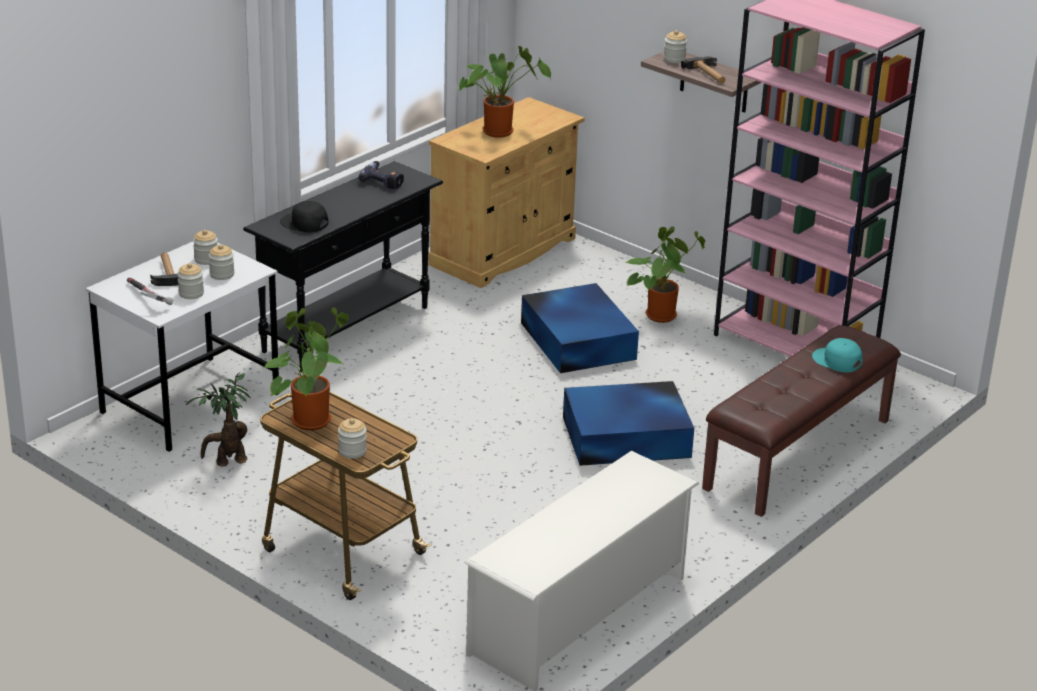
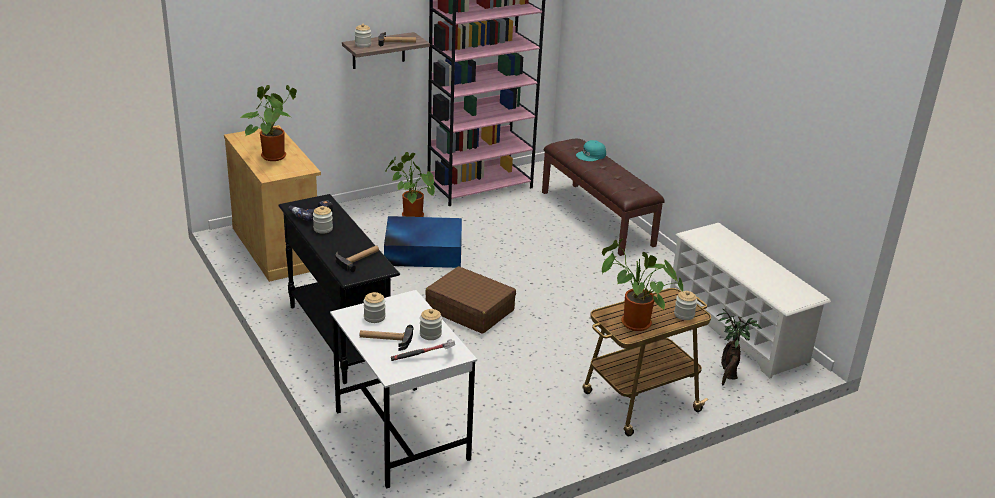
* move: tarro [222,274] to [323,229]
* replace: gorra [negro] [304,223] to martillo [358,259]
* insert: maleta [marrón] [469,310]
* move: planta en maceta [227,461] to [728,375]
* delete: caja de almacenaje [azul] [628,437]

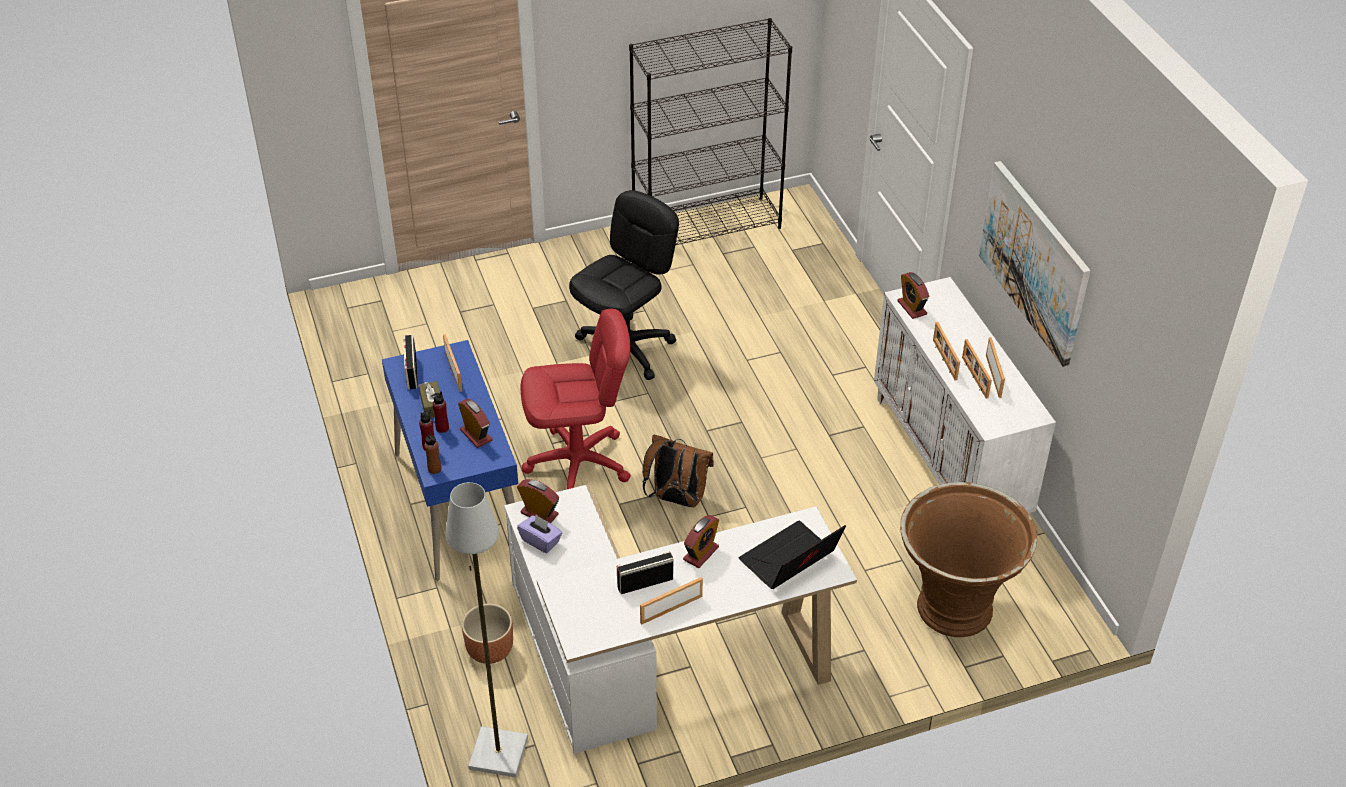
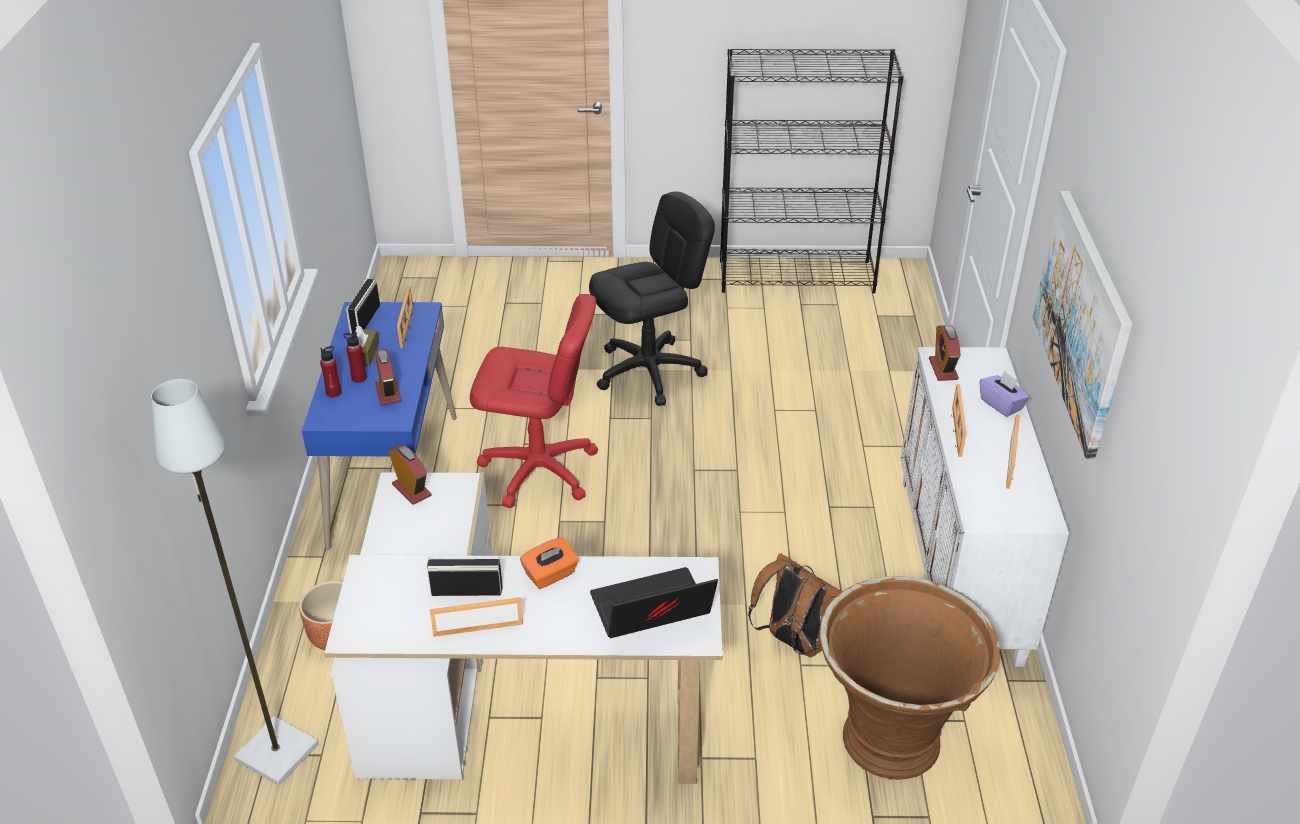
* replace: despertador [701,553] to caja de pañuelos [naranja] [550,575]
* move: mochila [marrón] [676,499] to [794,641]
* move: caja de pañuelos [morado] [540,541] to [1001,404]
* delete: botella [marrón] [434,469]
* delete: portarretratos [974,377]

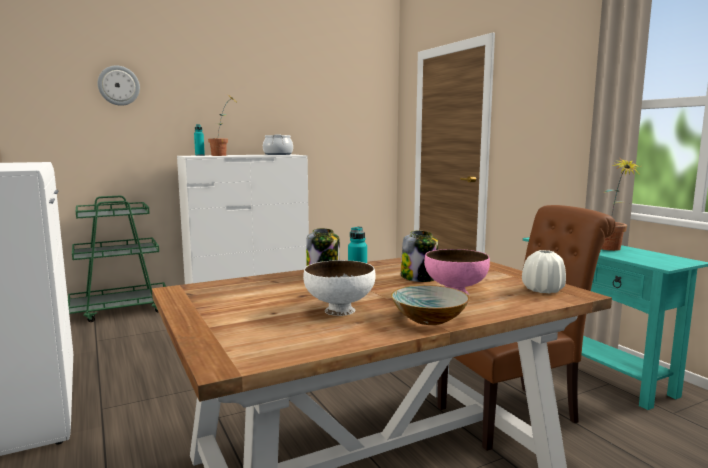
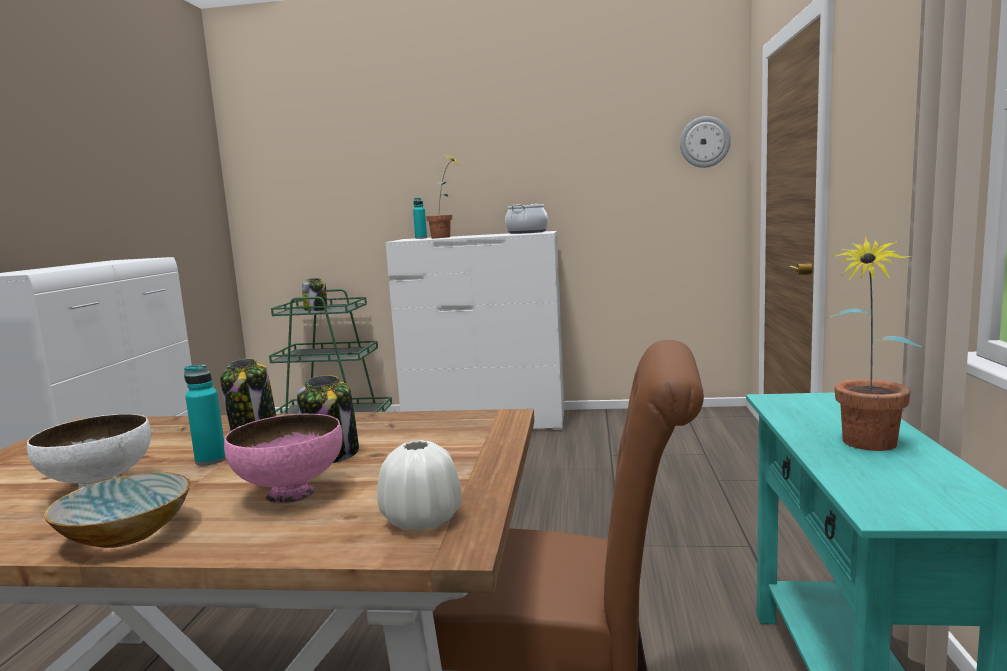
* insert: tarro [316,309]
* move: reloj de pared [118,85] to [704,142]

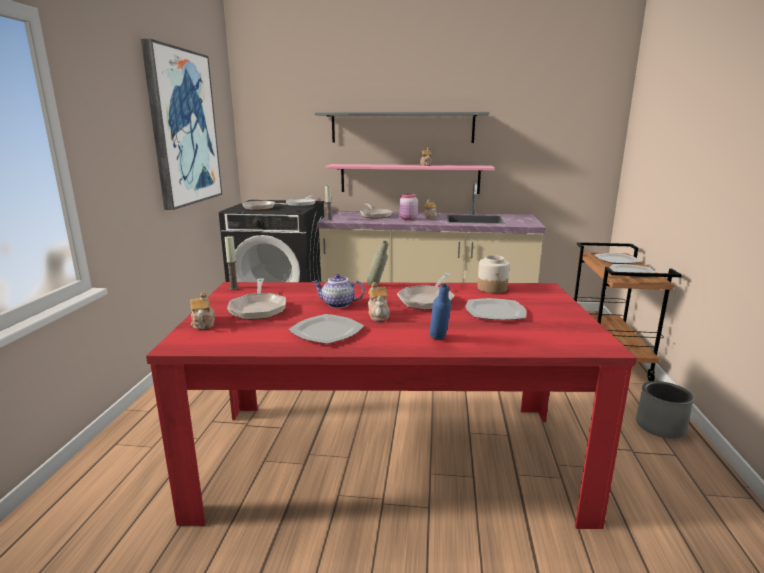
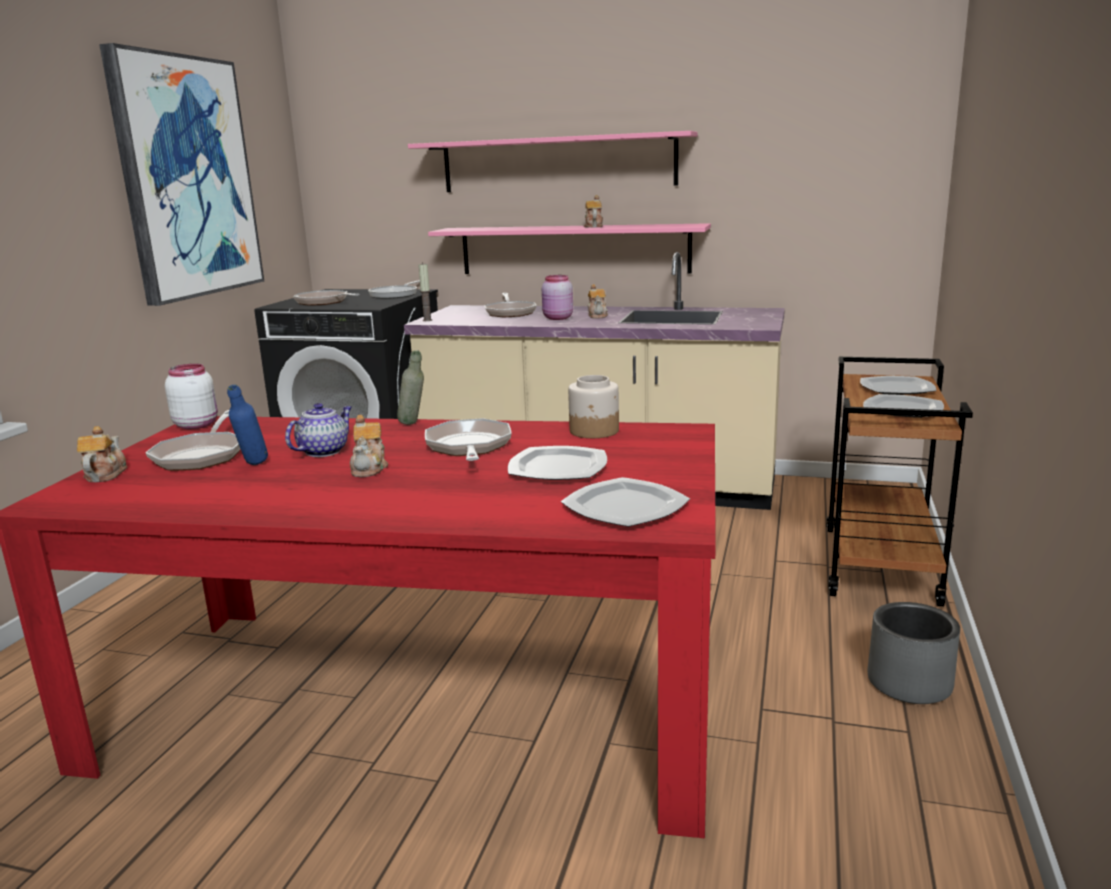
* replace: vela [233,288] to tarro [blanco] [196,425]
* move: botella [azul] [439,341] to [253,466]
* rotate: tetera [337,304] = [324,451] 105 degrees clockwise
* recolor: estante [gris] [402,127] to estante [rosa] [557,163]
* rotate: sartén [427,300] = [469,447] 135 degrees clockwise
* move: plato [326,332] to [625,507]

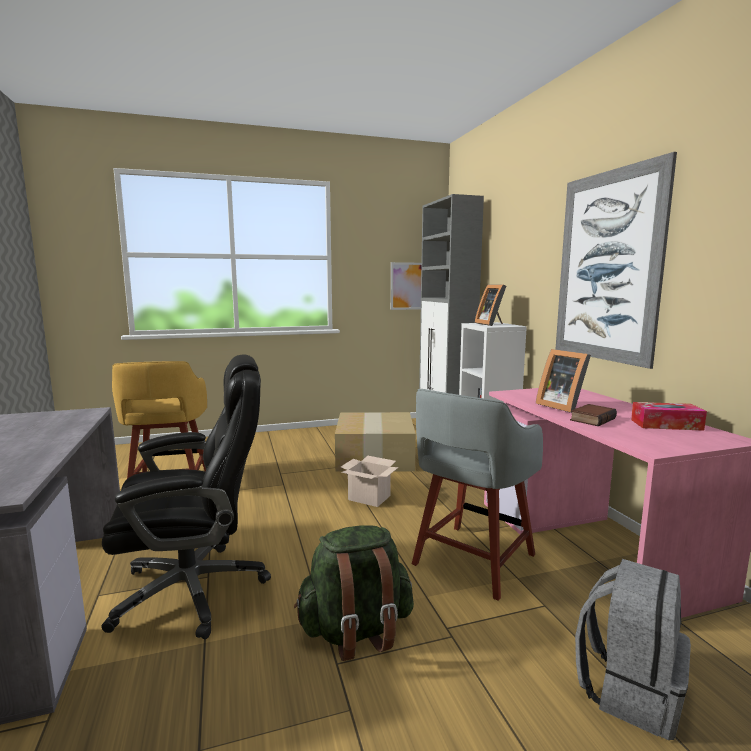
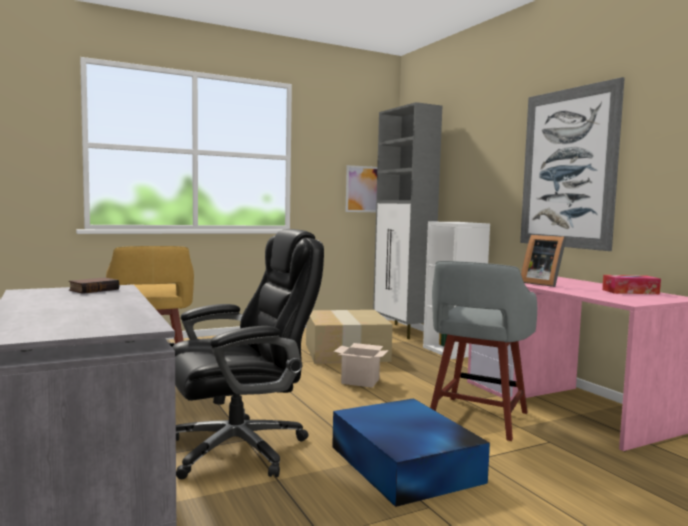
* move: libro [591,419] to [94,289]
* replace: mochila [verde] [356,631] to caja de almacenaje [azul] [405,465]
* delete: portarretratos [491,324]
* delete: mochila [gris] [628,690]

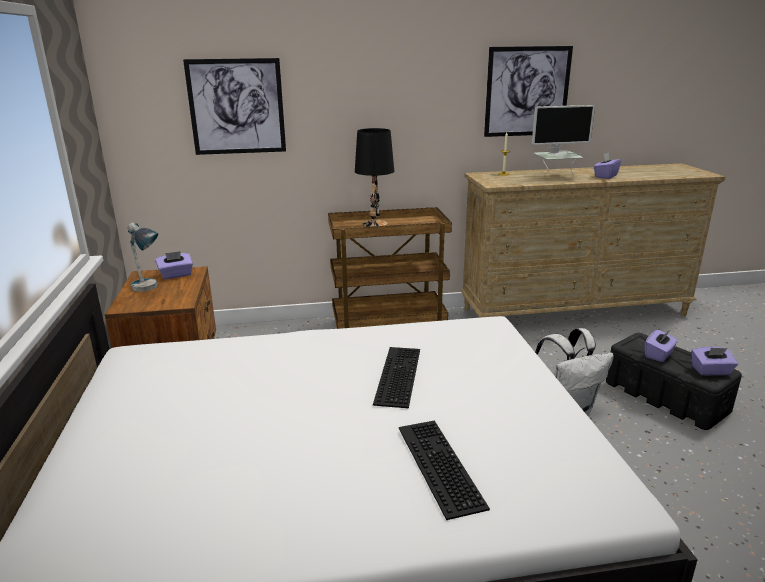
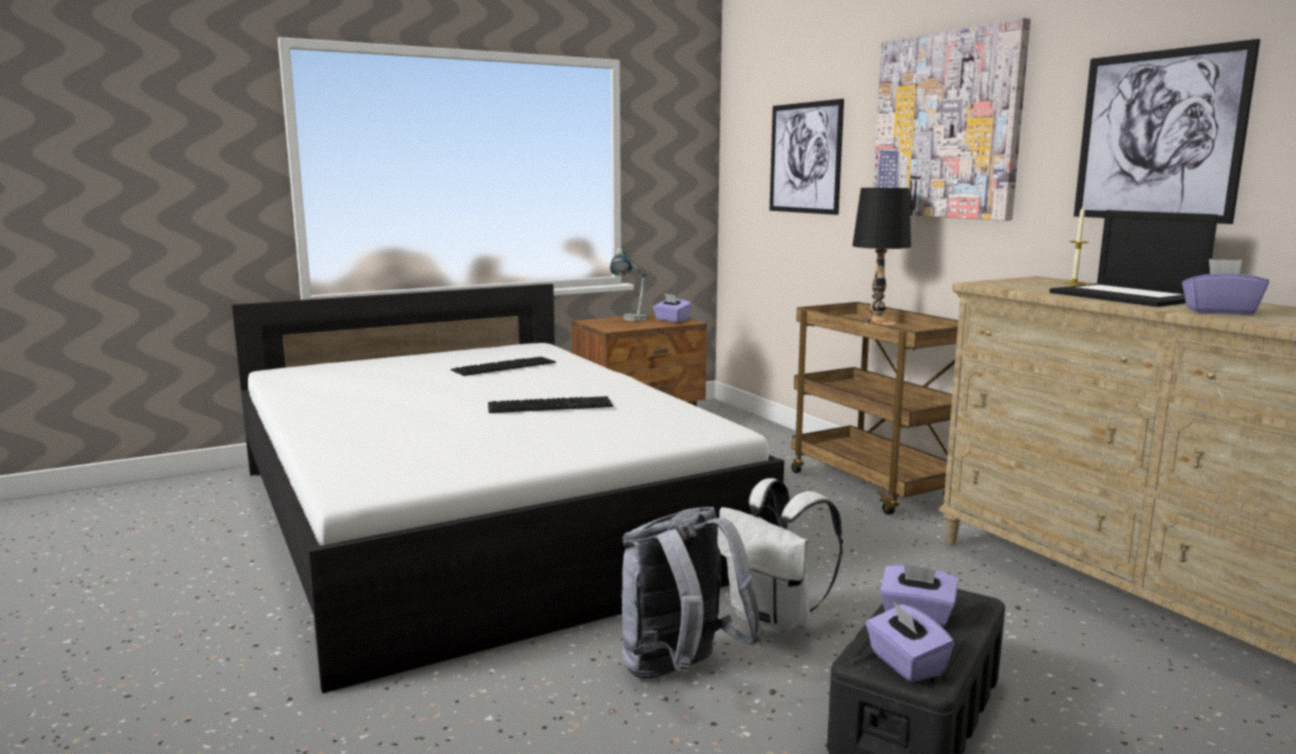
* move: teclado [436,465] to [504,366]
* insert: mochila [gris] [681,672]
* insert: cuadro [946,126]
* replace: monitor [555,176] to portátil [1128,296]

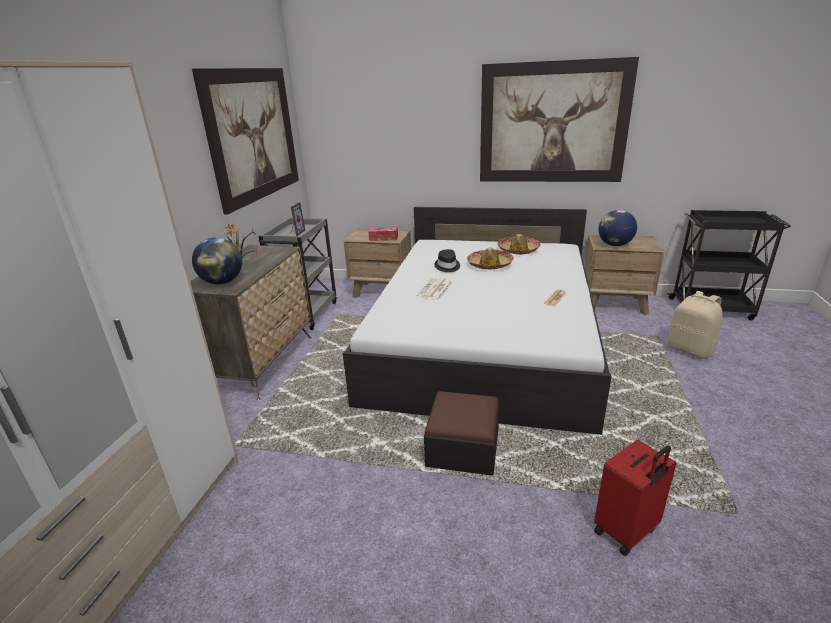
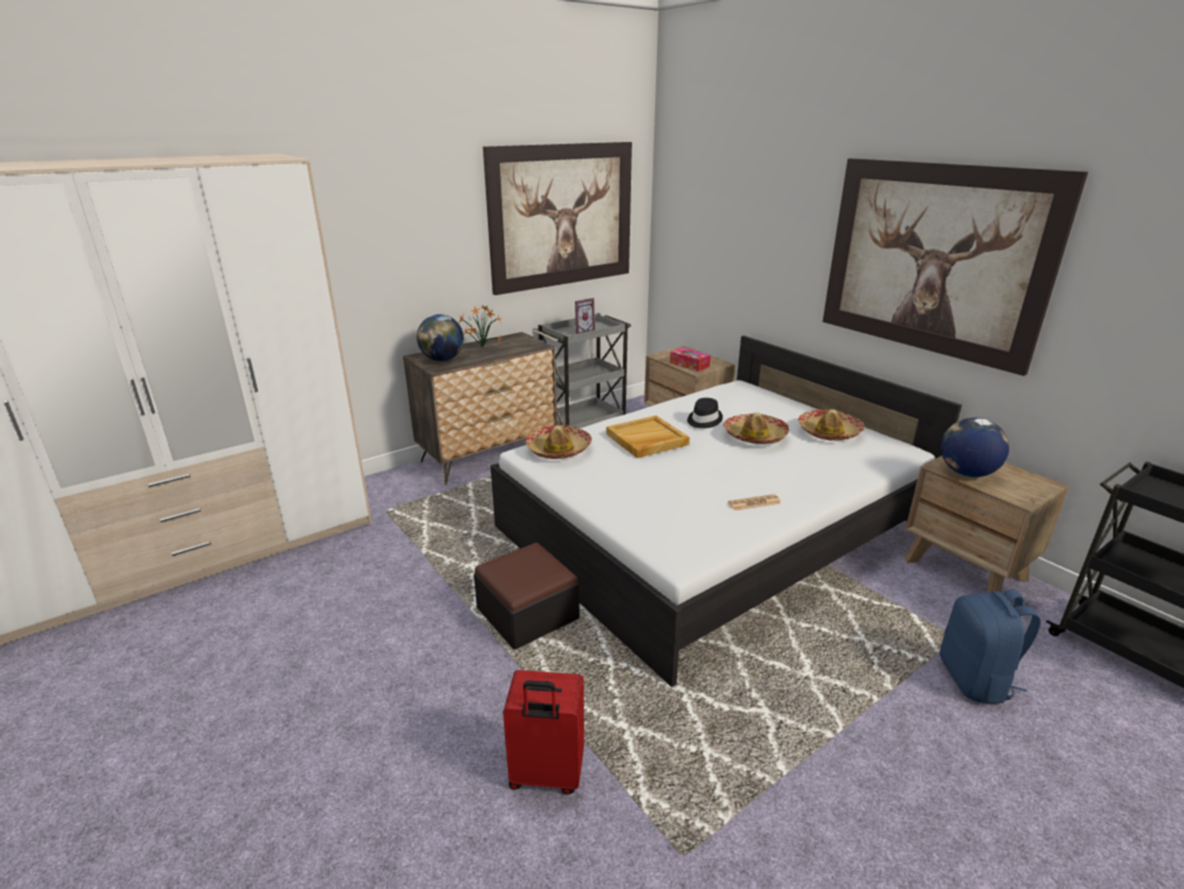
* insert: sombrero [558,449]
* replace: periódico [435,289] to bandeja [beis] [646,439]
* recolor: mochila [beis] [690,350] to mochila [azul] [975,680]

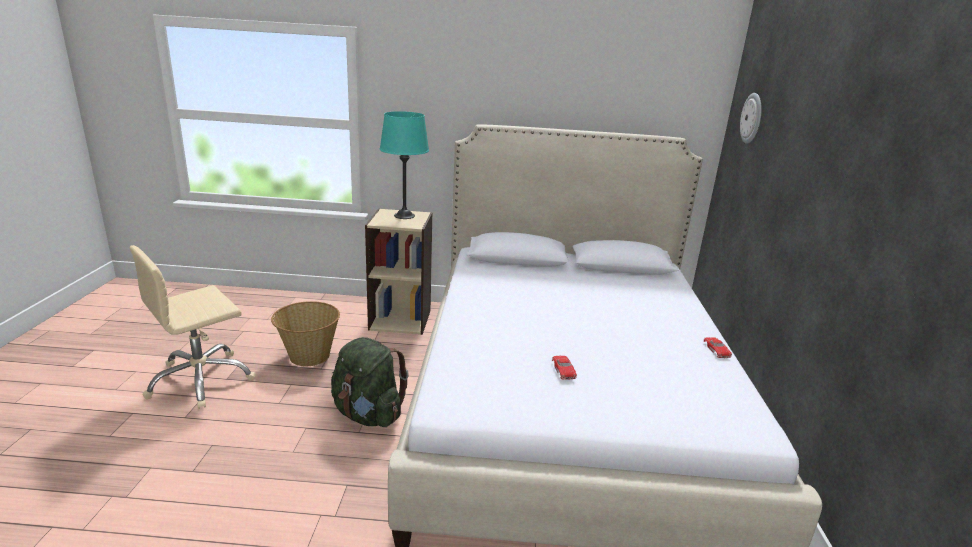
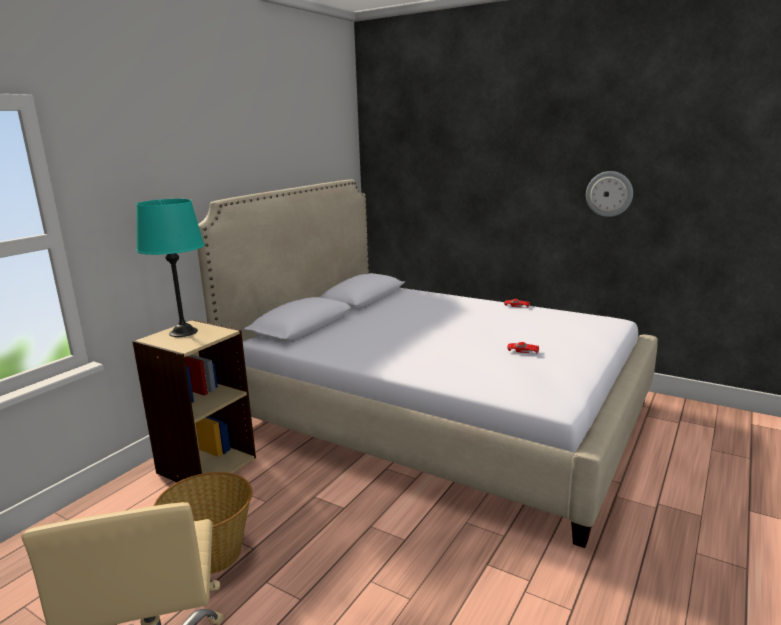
* move: reloj de pared [752,118] to [609,194]
* delete: mochila [verde] [368,414]

